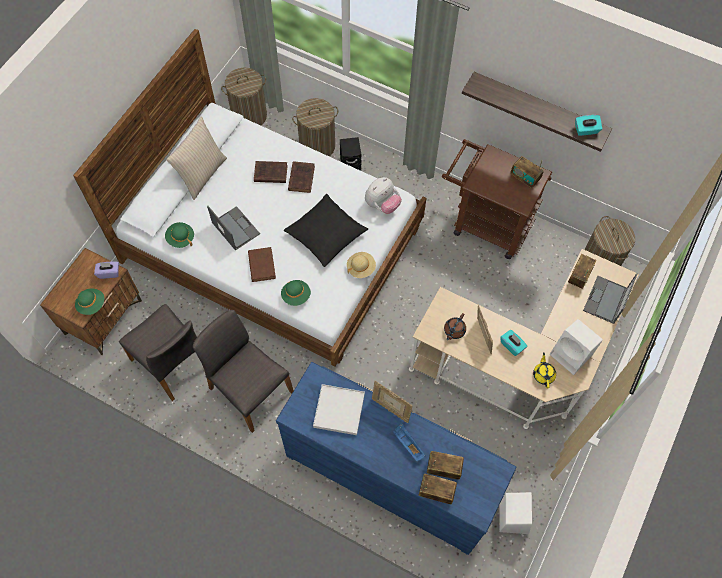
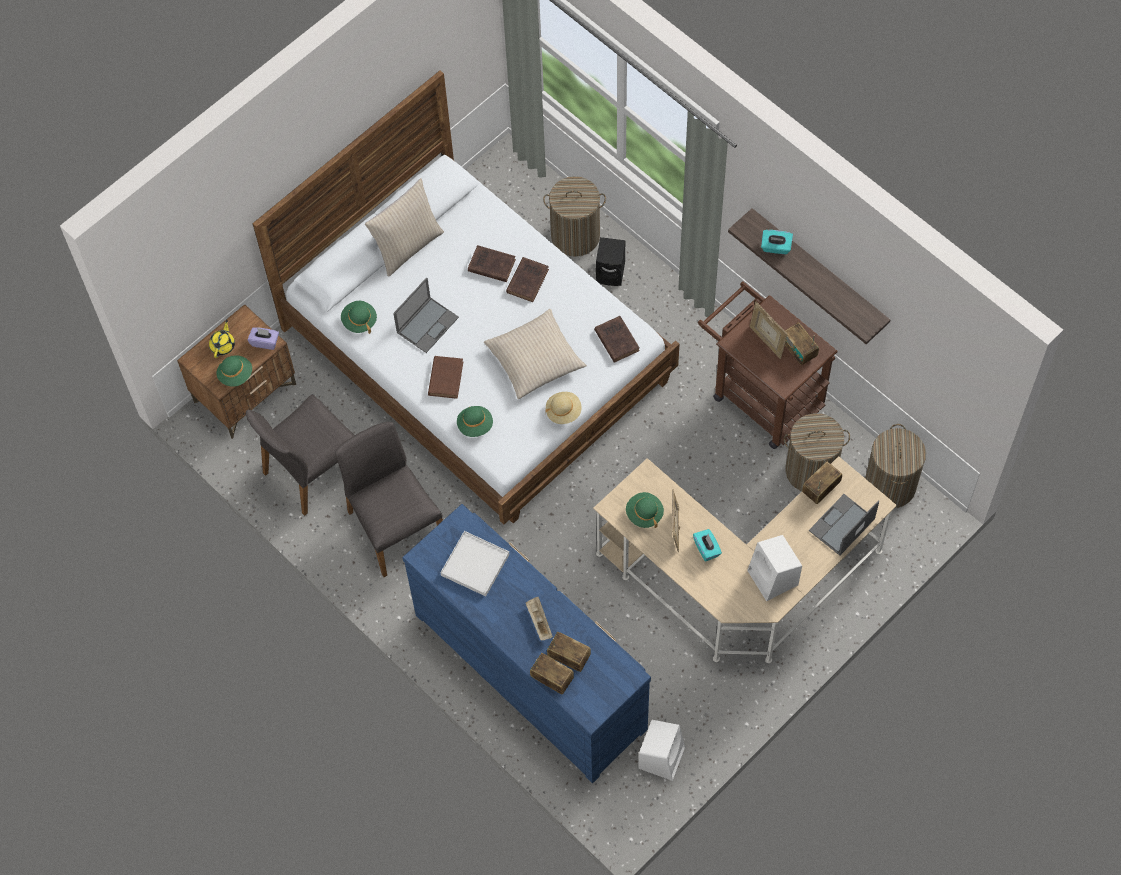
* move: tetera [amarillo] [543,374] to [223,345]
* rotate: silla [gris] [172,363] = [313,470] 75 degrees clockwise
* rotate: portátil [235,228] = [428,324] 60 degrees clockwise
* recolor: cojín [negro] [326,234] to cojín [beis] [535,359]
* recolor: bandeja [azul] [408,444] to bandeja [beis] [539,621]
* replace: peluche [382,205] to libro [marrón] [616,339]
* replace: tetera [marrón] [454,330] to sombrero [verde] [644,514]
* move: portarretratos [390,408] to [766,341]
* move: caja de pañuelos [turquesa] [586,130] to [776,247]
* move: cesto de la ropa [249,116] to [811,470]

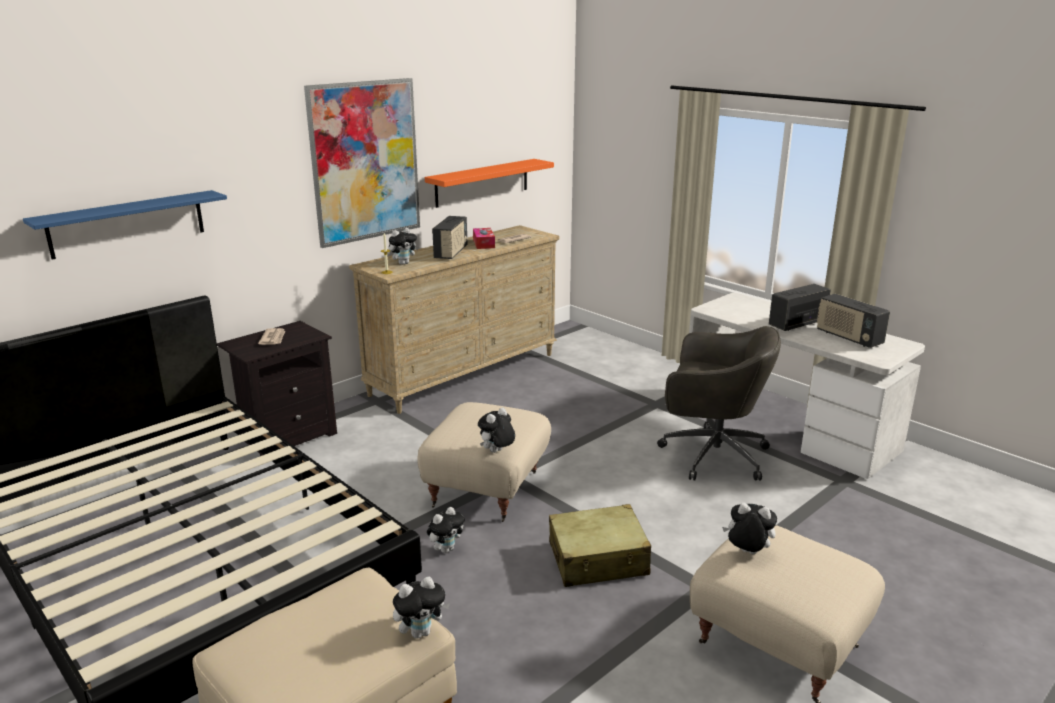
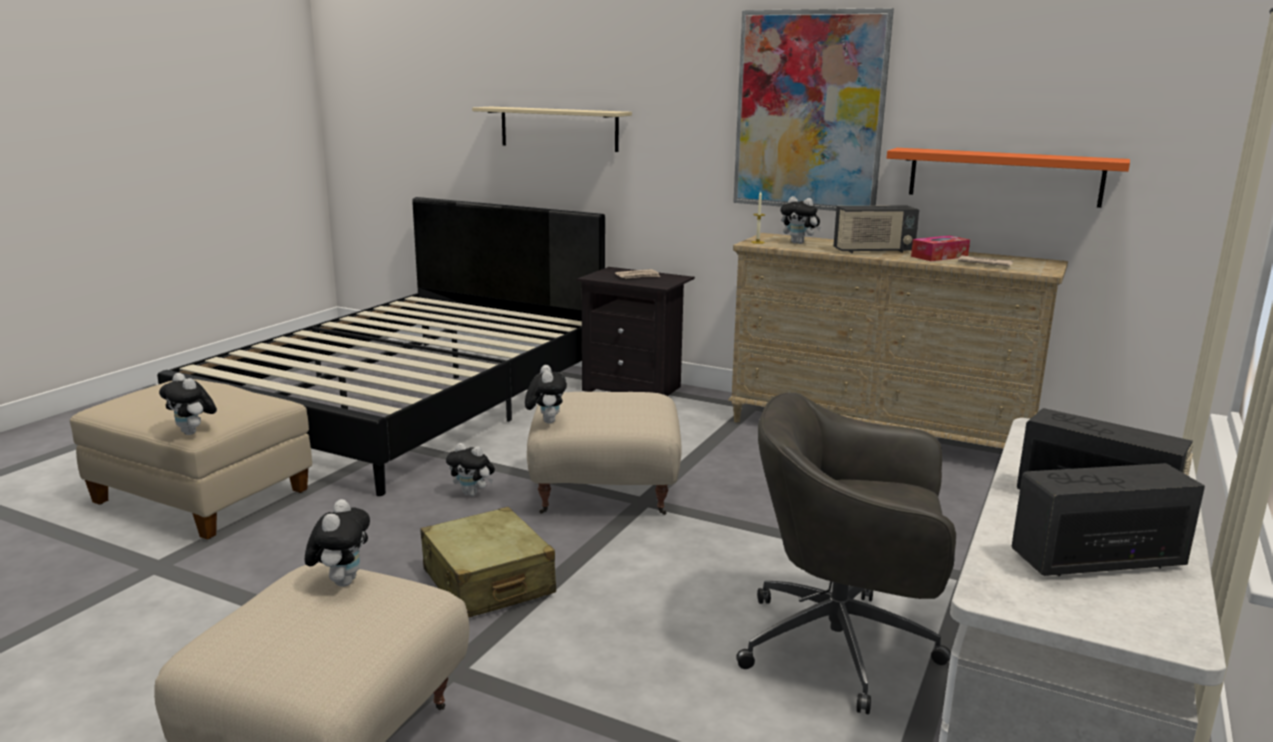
* recolor: estante [azul] [127,224] to estante [beis] [558,128]
* rotate: peluche [496,452] = [546,421] 60 degrees clockwise
* rotate: silla de oficina [gris] [711,455] = [843,647] 105 degrees clockwise
* rotate: radio [848,338] = [1097,560] 45 degrees clockwise

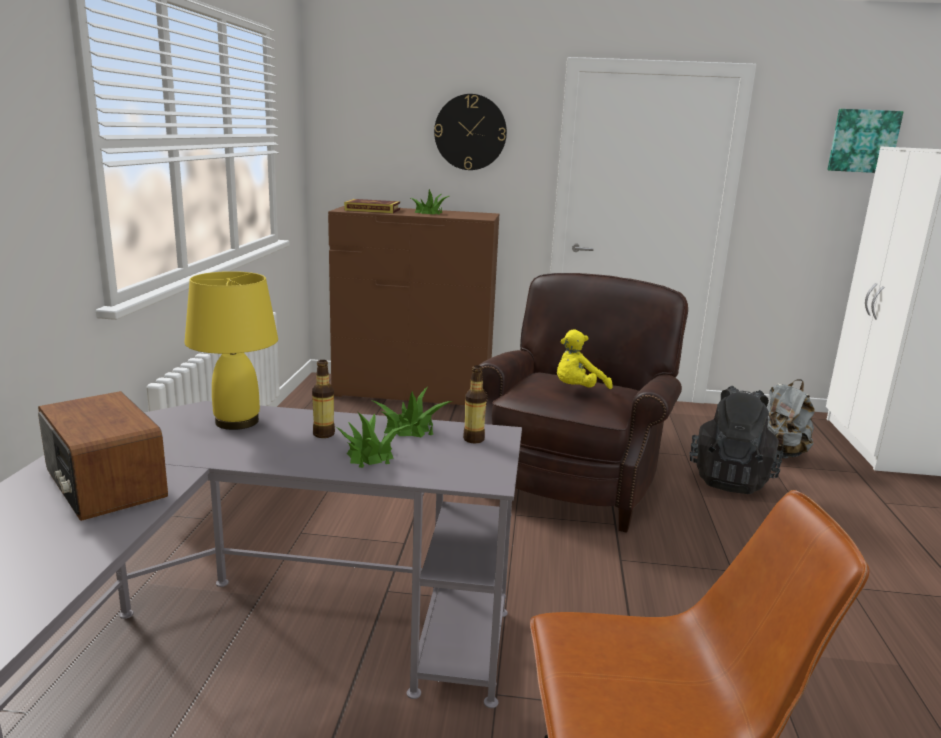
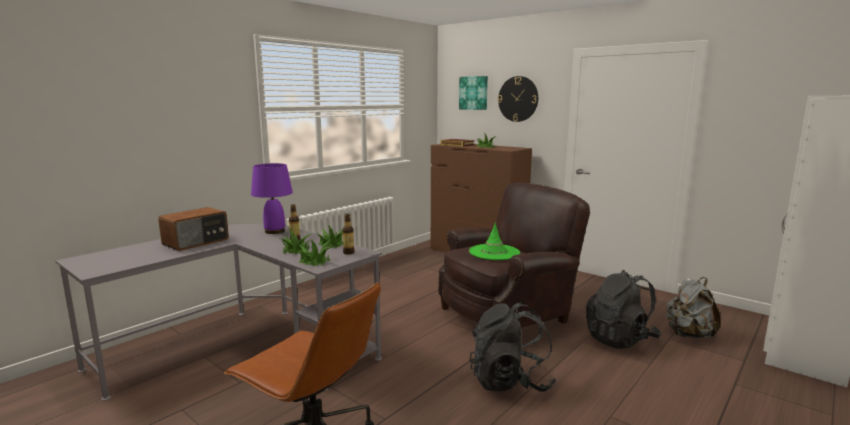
* rotate: radio [103,485] = [196,242] 135 degrees counterclockwise
* recolor: lámpara de mesa [amarillo] [237,421] to lámpara de mesa [morado] [275,231]
* insert: planta en maceta [314,261]
* move: cuadro [863,141] to [474,93]
* replace: peluche [amarillo] [577,390] to sombrero [verde] [494,252]
* insert: mochila [negro] [510,381]

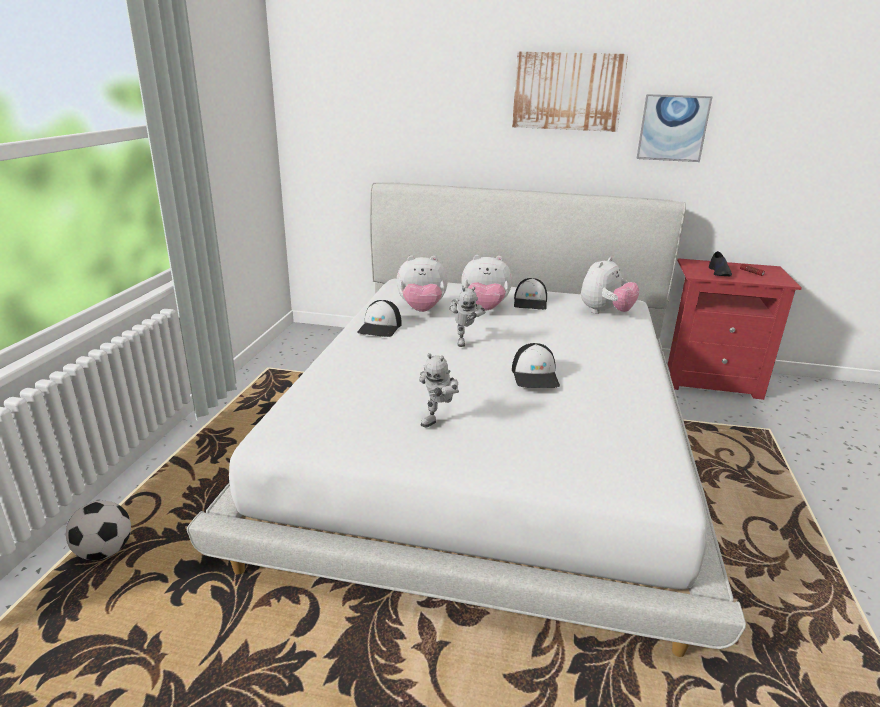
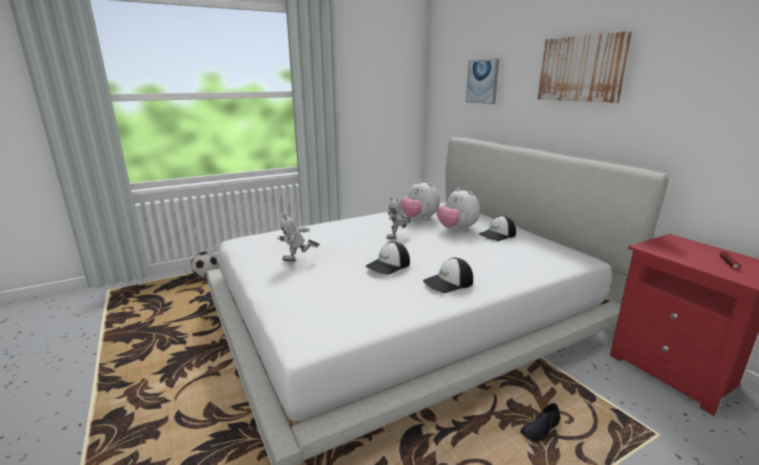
* move: gorra [380,327] to [448,282]
* move: cuadro [672,128] to [482,81]
* move: zapato [negro] [719,272] to [540,429]
* delete: peluche [605,312]

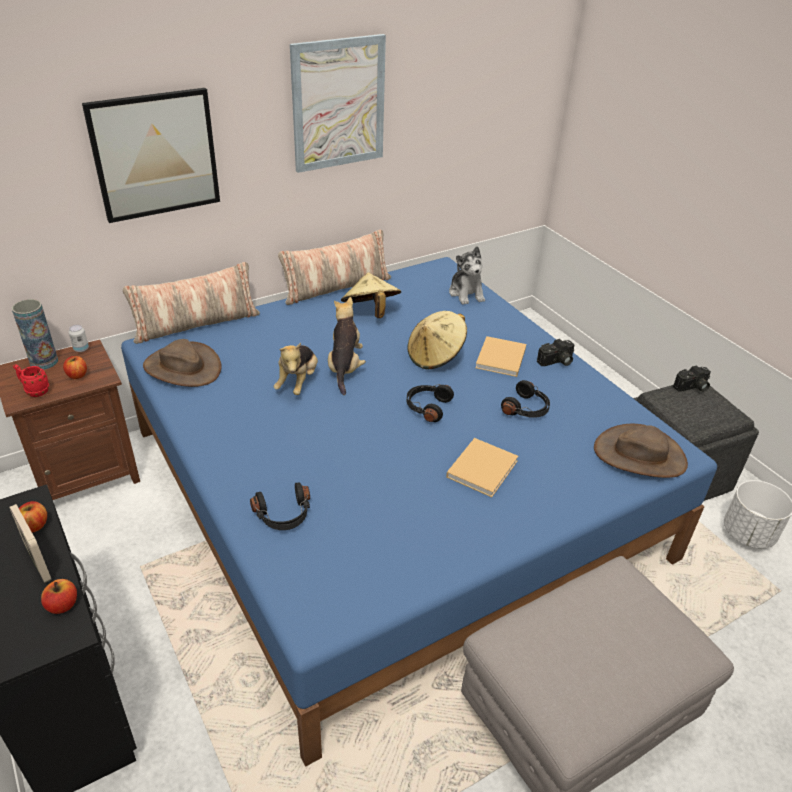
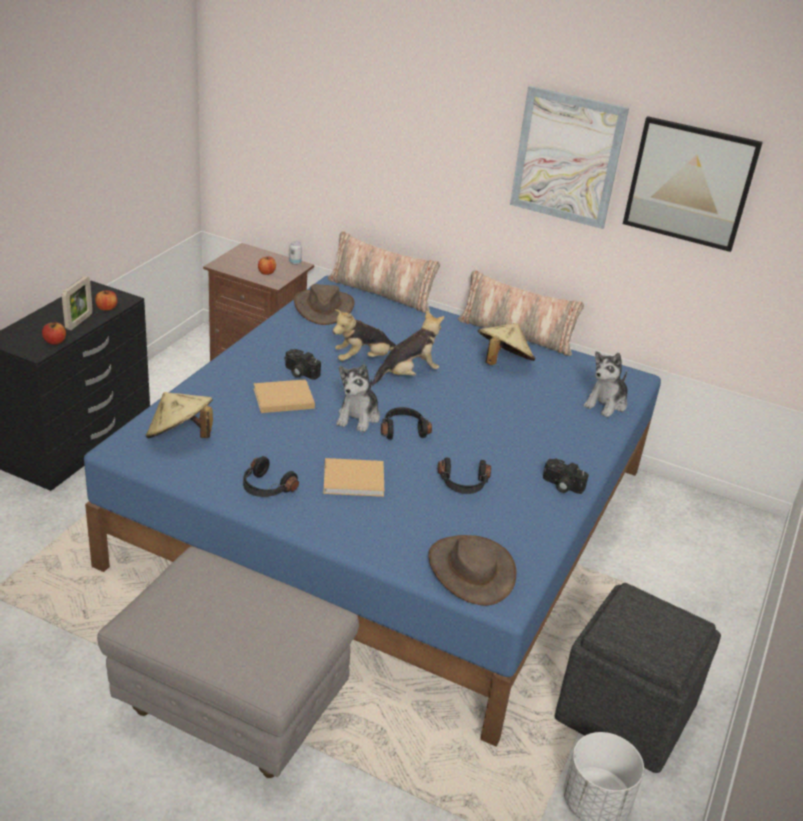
* move: sombrero [beis] [435,356] to [180,437]
* move: auriculares [negro] [284,516] to [266,488]
* move: libro [beis] [500,359] to [281,398]
* move: cámara [692,387] to [299,373]
* insert: peluche [358,417]
* move: cuadro [155,155] to [690,183]
* delete: florero [44,362]
* delete: taza grande [rojo] [34,391]

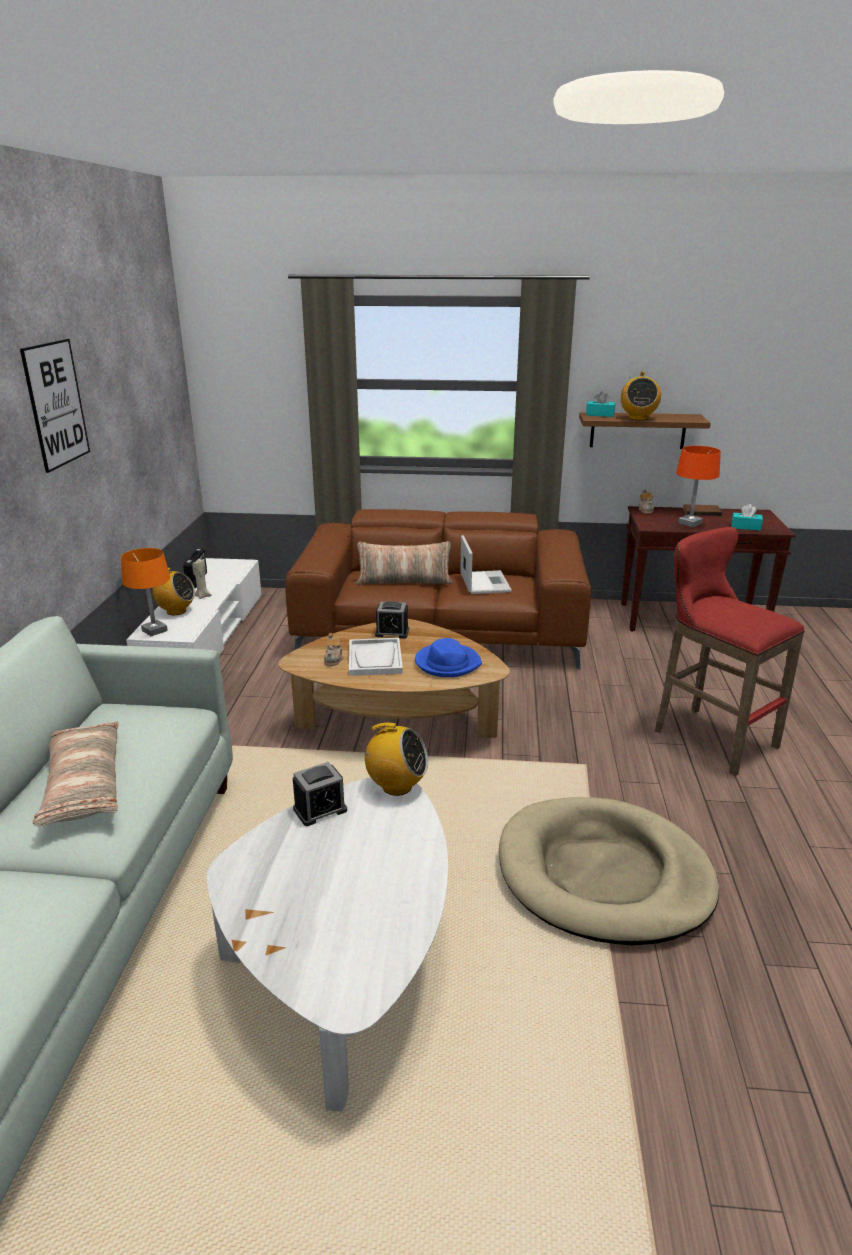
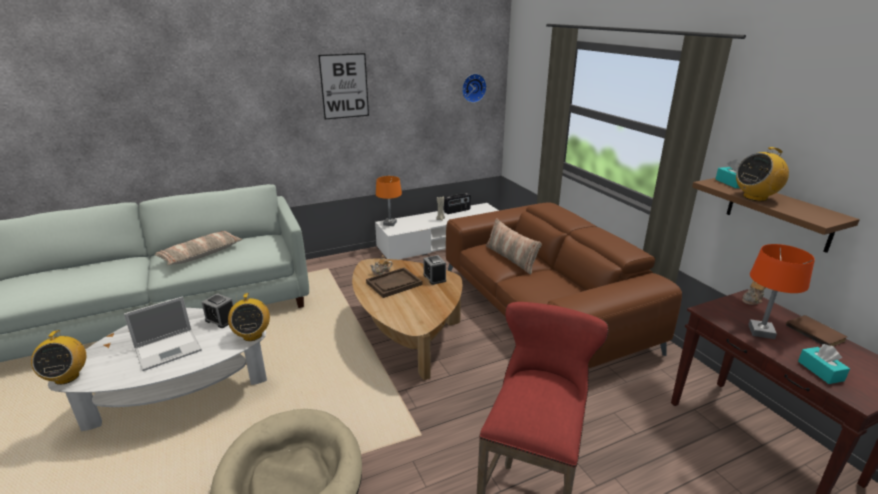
* move: radio [176,611] to [67,377]
* move: portátil [484,582] to [169,349]
* recolor: bandeja [blanco] [375,659] to bandeja [marrón] [394,284]
* insert: reloj de pared [473,88]
* delete: sombrero [azul] [447,663]

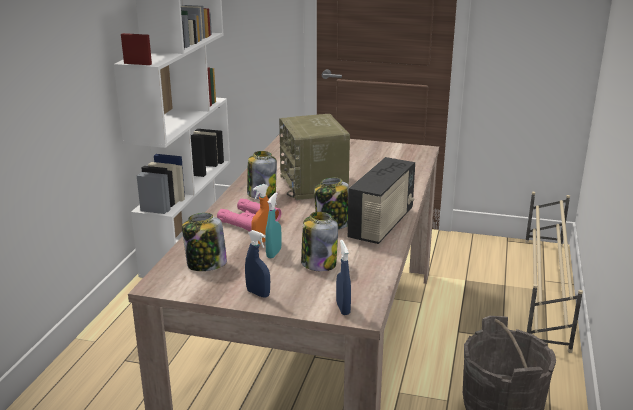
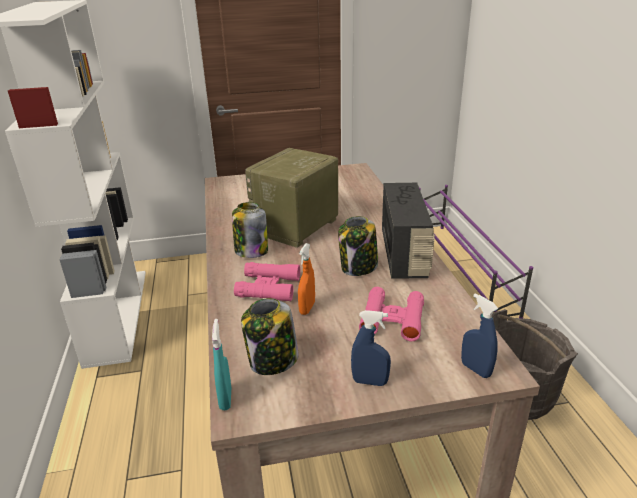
* move: pulverizador [turquesa] [273,253] to [225,399]
* rotate: radio [314,185] = [295,227] 75 degrees clockwise
* replace: tarro [318,263] to prismáticos [rosa] [392,319]
* recolor: zapatero [beis] [545,290] to zapatero [morado] [461,269]

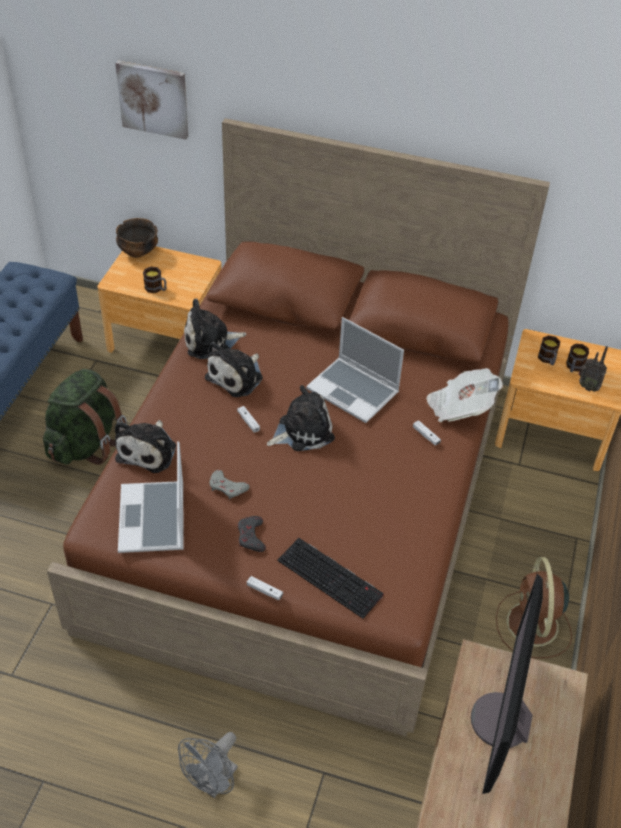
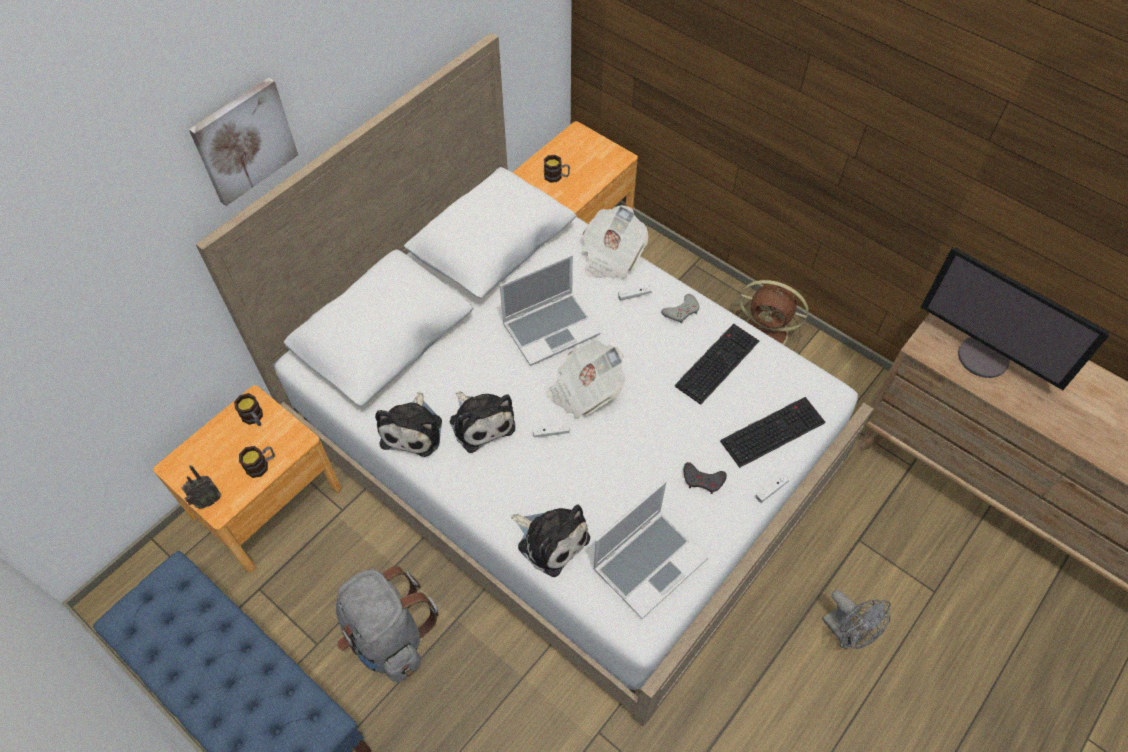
* move: radio [588,387] to [207,501]
* move: cuadro [153,99] to [244,141]
* recolor: cama [marrón] [308,497] to cama [blanco] [564,444]
* move: taza grande [573,367] to [254,418]
* recolor: mochila [verde] [86,443] to mochila [gris] [388,636]
* replace: peluche [302,431] to periódico [584,390]
* rotate: portátil [153,519] = [649,562] 60 degrees counterclockwise
* move: mando de consola [gris] [227,487] to [681,311]
* insert: teclado [716,362]
* delete: cuenco [138,252]

